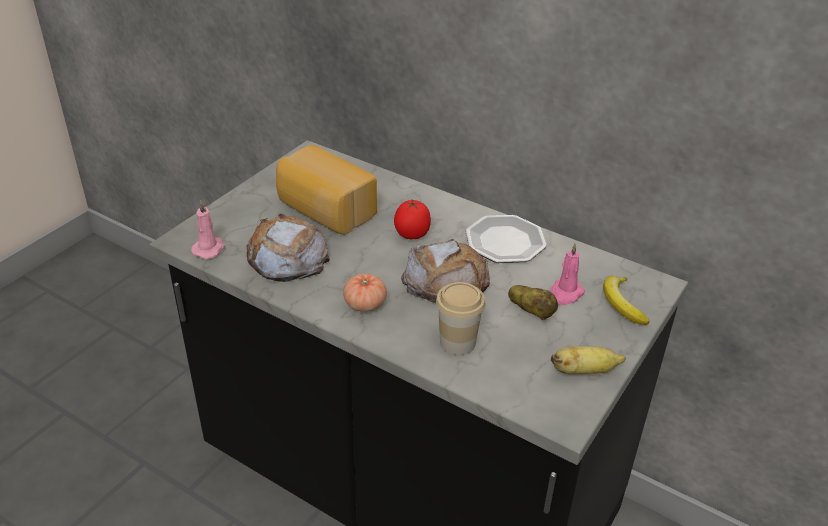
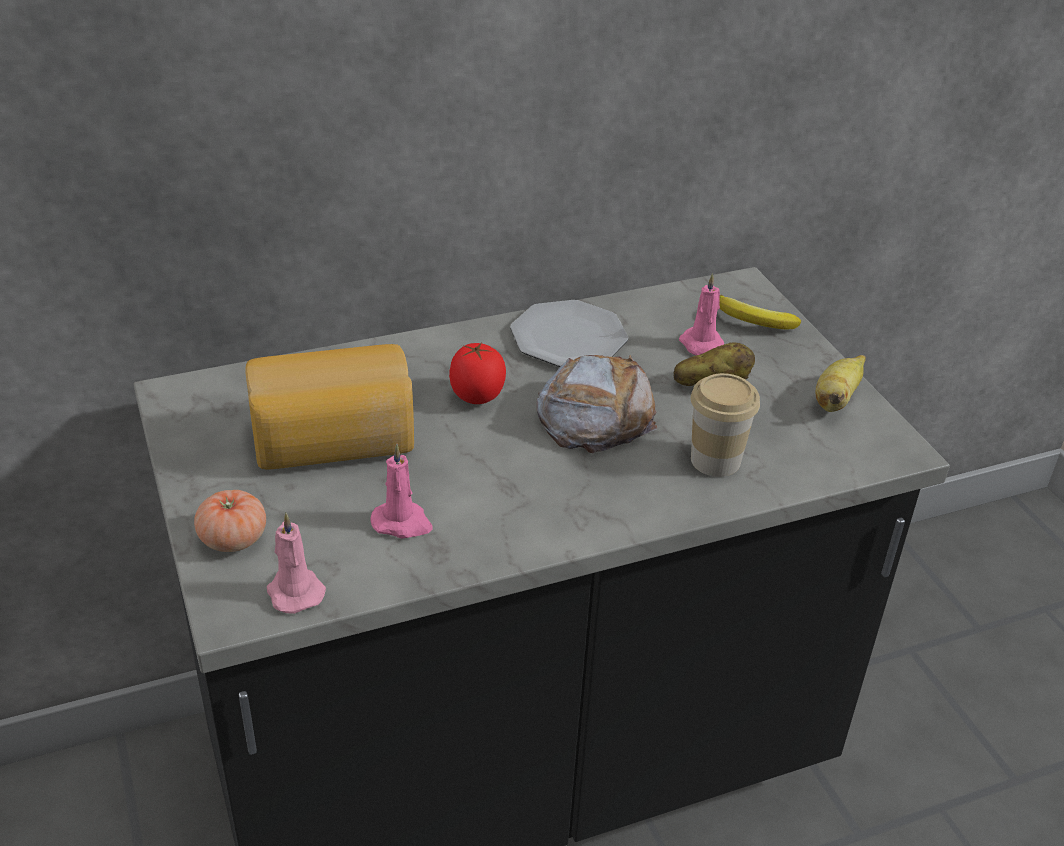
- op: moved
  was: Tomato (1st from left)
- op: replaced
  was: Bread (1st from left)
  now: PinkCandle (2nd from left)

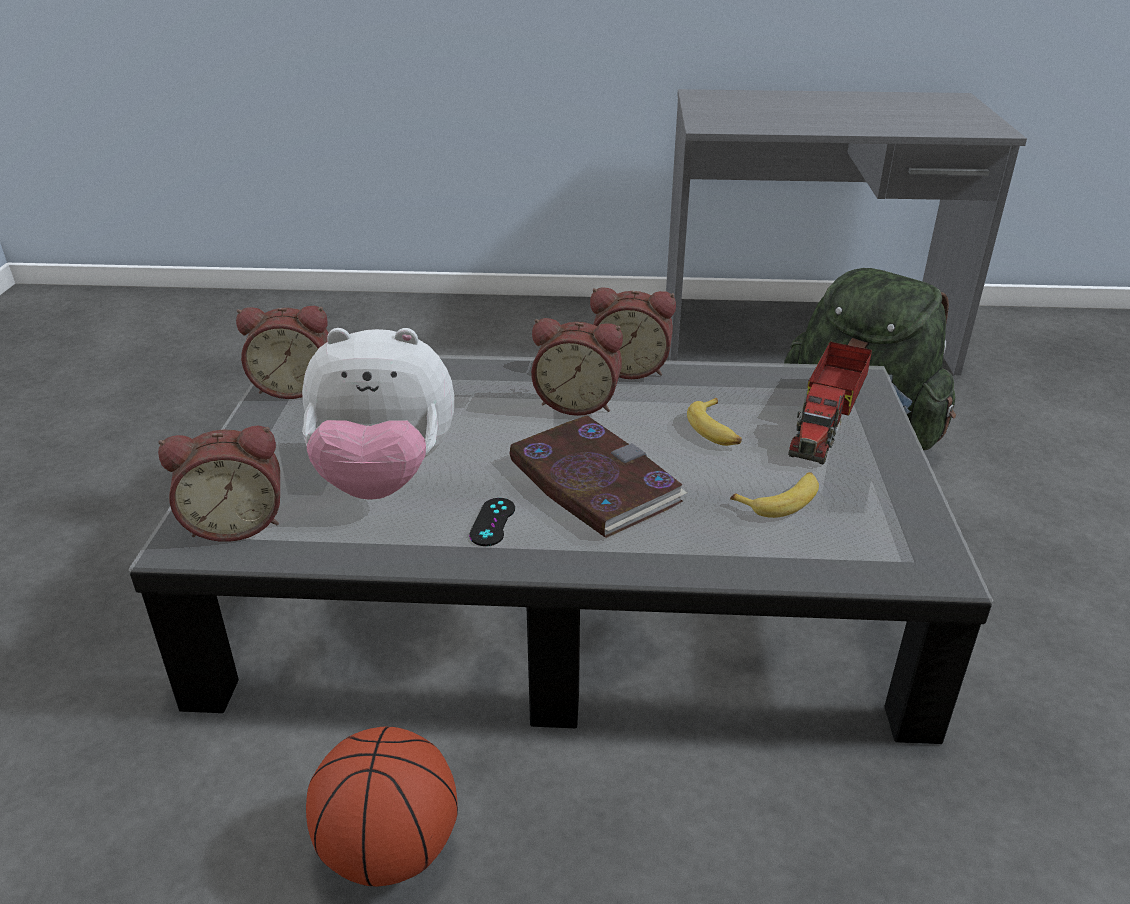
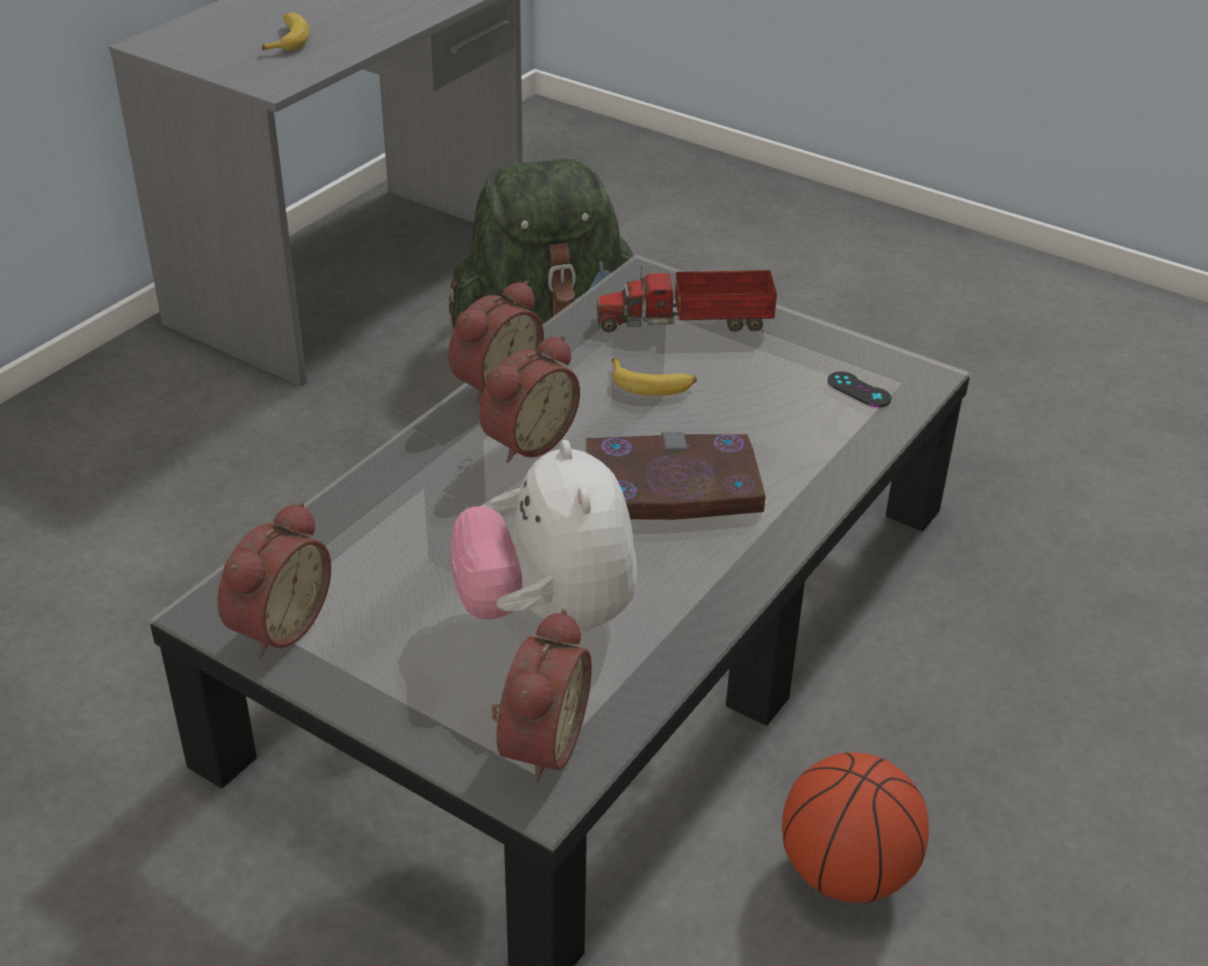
- op: moved
  was: BlackGameController
- op: moved
  was: Banana (2nd from left in the first image)
  now: Banana (1st from left)
- op: turned
  was: PlushToy
  clockwise: 135
- op: turned
  was: ToyTruck
  clockwise: 120

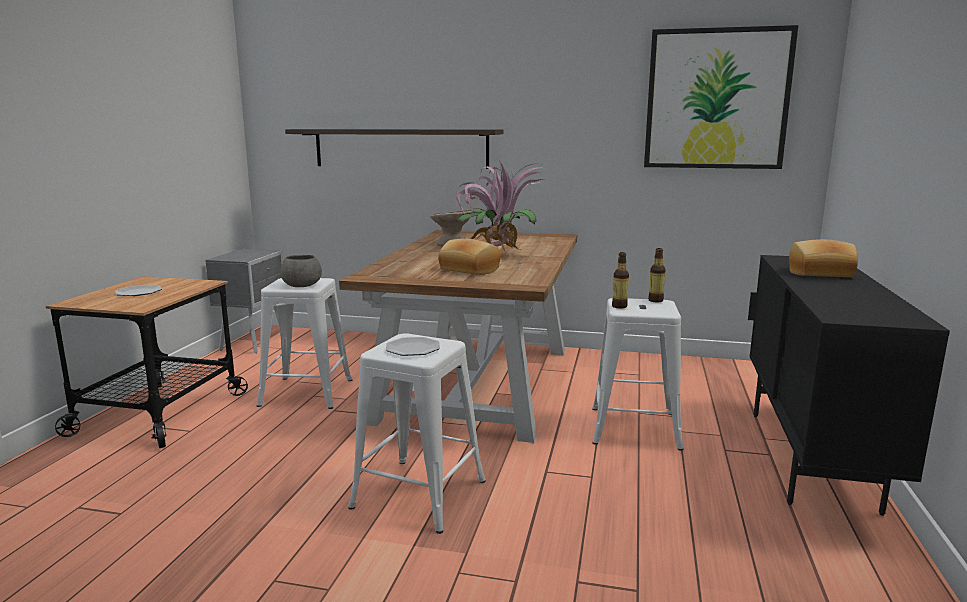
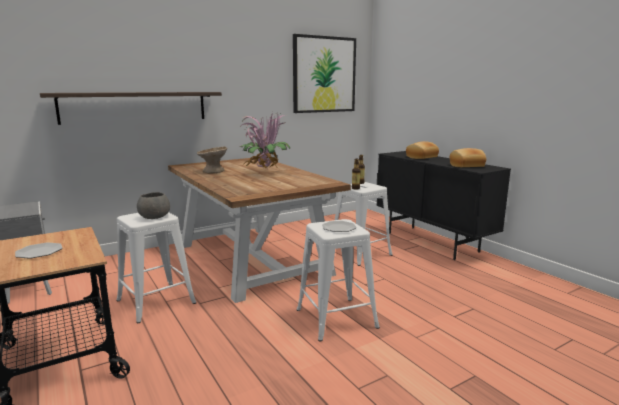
- op: moved
  was: Bread (1st from left in the first image)
  now: Bread (2nd from left)

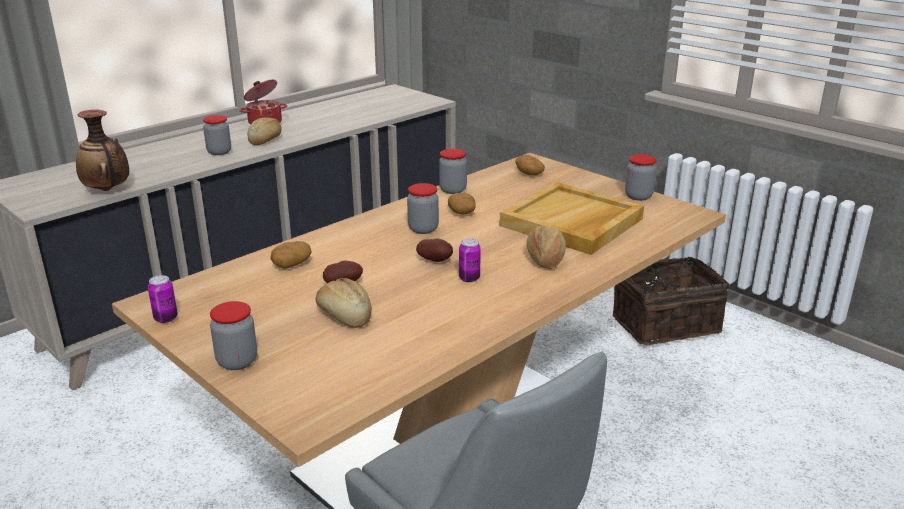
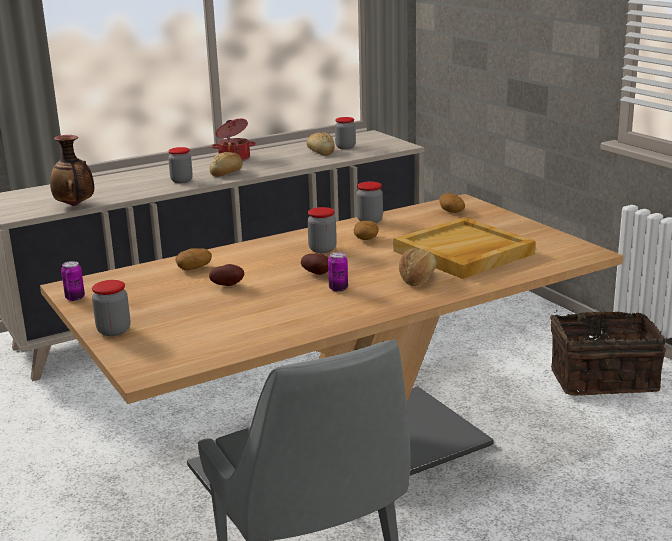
- op: moved
  was: Bread (2nd from left)
- op: moved
  was: Jar (5th from left in the first image)
  now: Jar (4th from left)

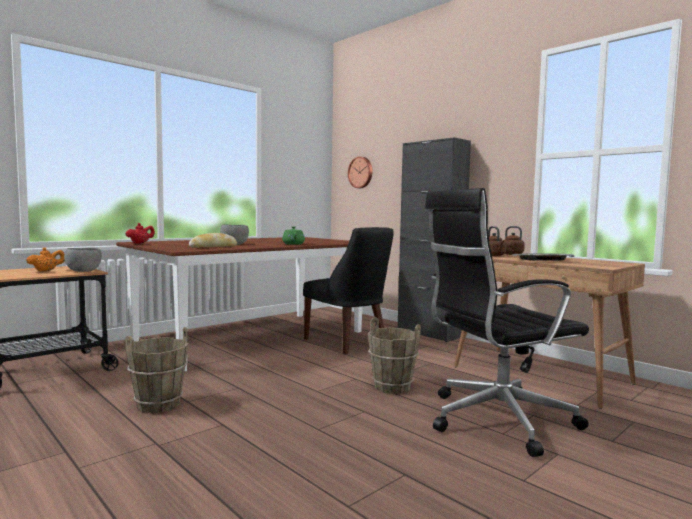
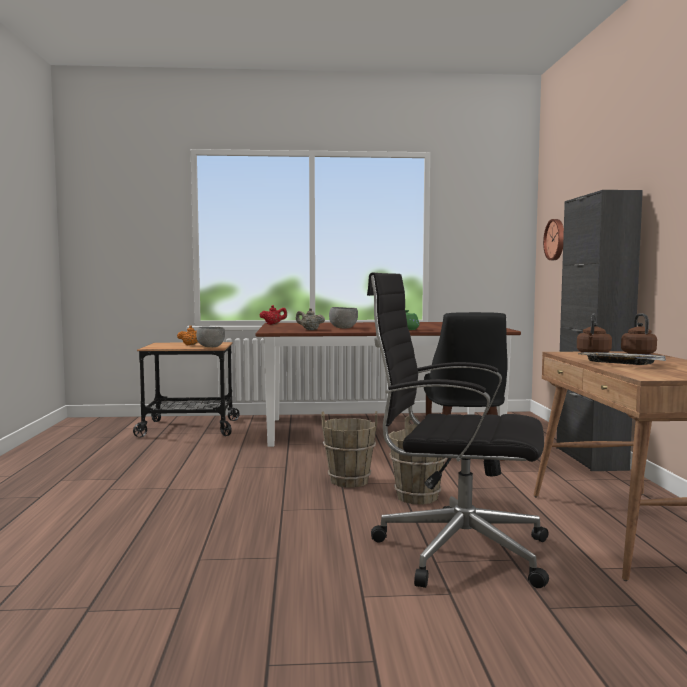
- op: moved
  was: BrownBucket (1st from left)
- op: replaced
  was: Bread
  now: BeigeTeapot

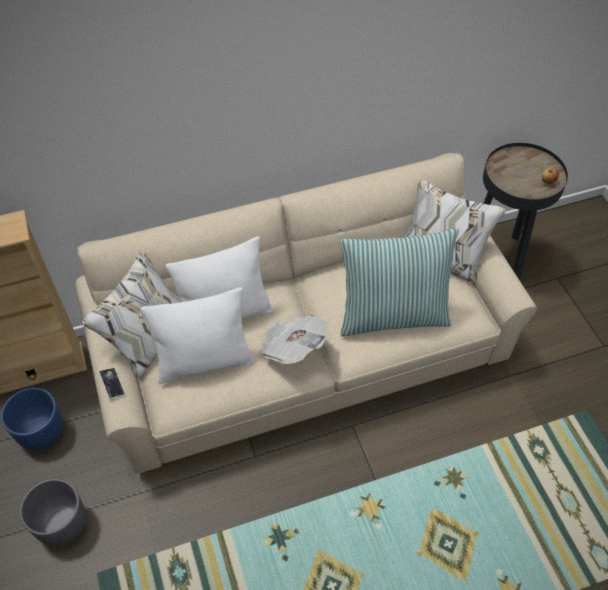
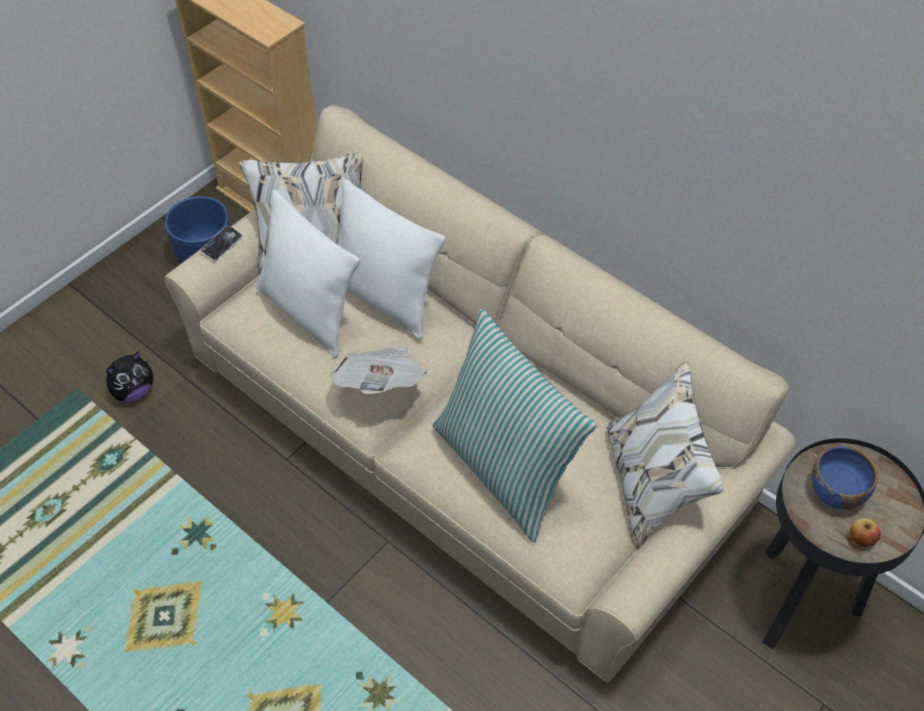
- op: removed
  was: GreyPlanter
- op: added
  now: PlushToy
- op: added
  now: BlueBowl

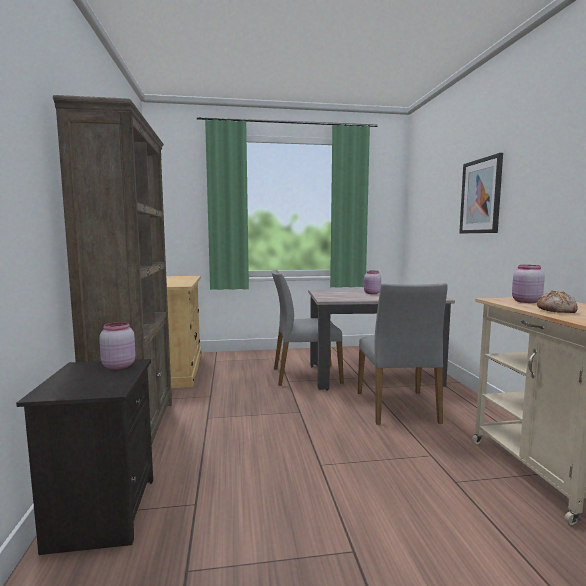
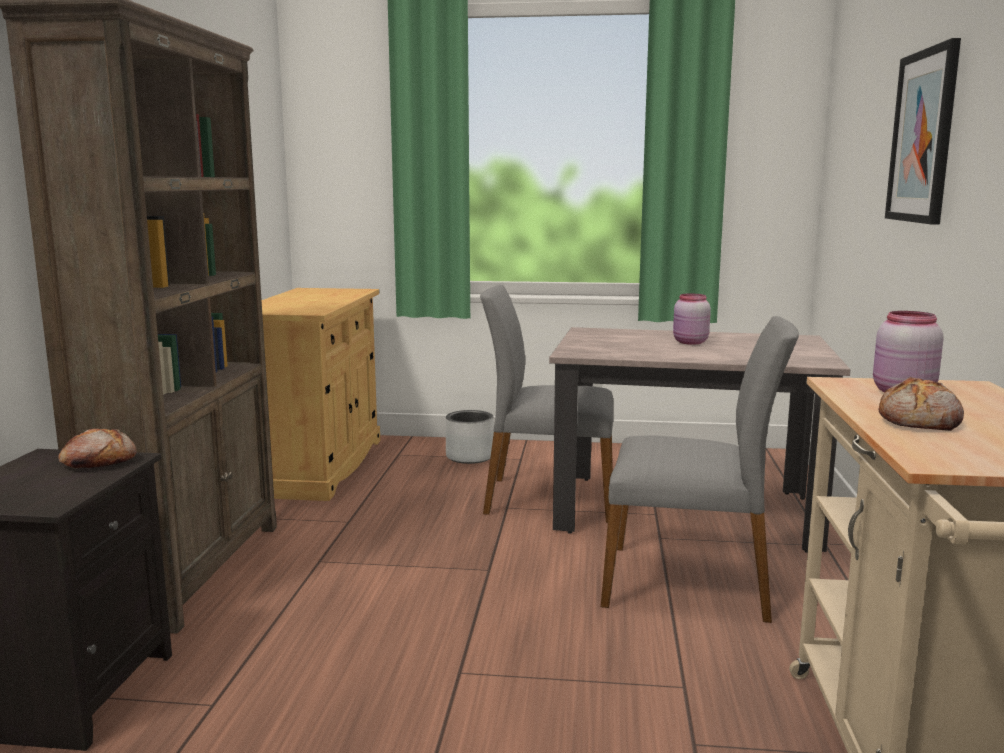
- op: added
  now: GreyPlanter
- op: replaced
  was: PinkJar (1st from left)
  now: Bread (1st from left)
- op: turned
  was: GreyChair (2nd from left)
  clockwise: -90

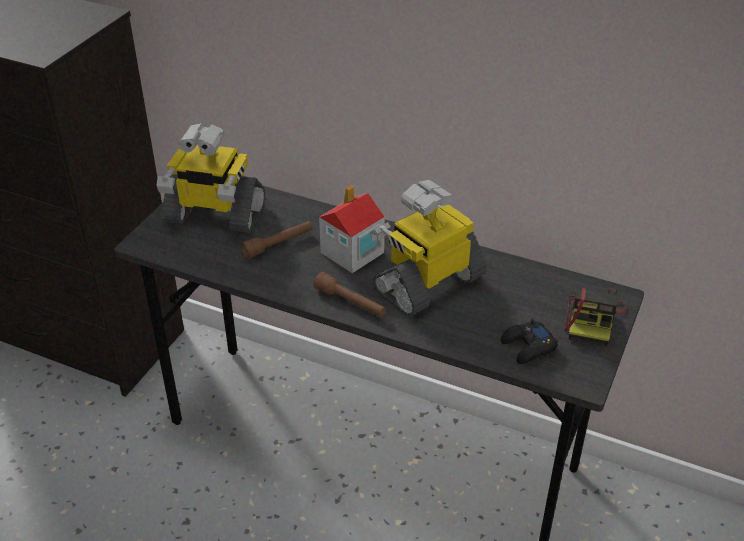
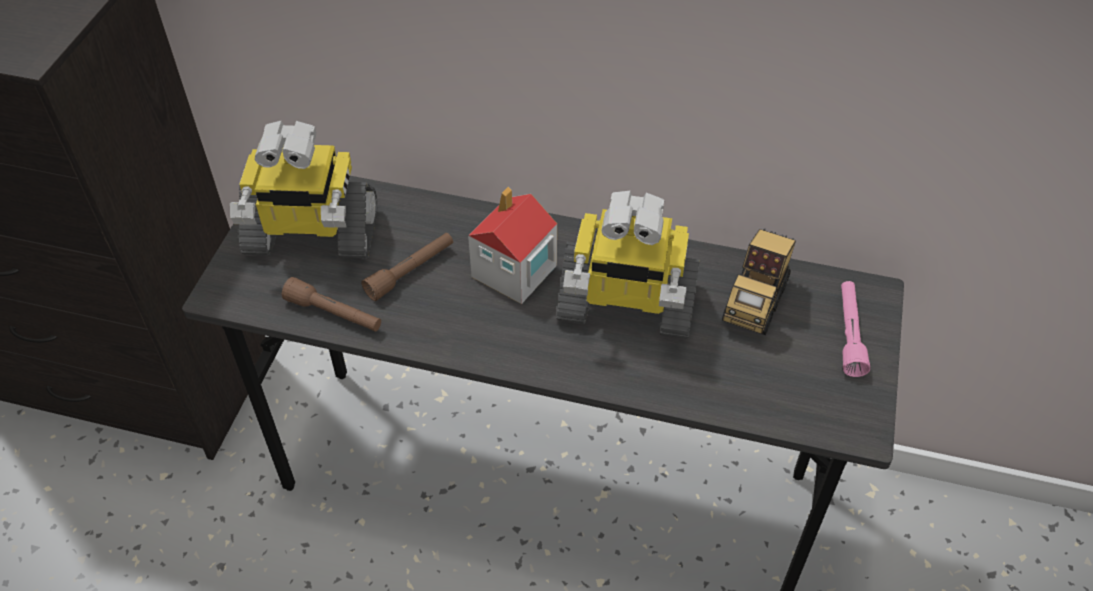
- op: removed
  was: BlackGameController
- op: added
  now: ToyTruck
- op: moved
  was: BrownFlashlight (2nd from left in the first image)
  now: BrownFlashlight (1st from left)
- op: replaced
  was: PhotoCamera
  now: PinkFlashlight
- op: turned
  was: ToyRobot (2nd from left)
  clockwise: -120

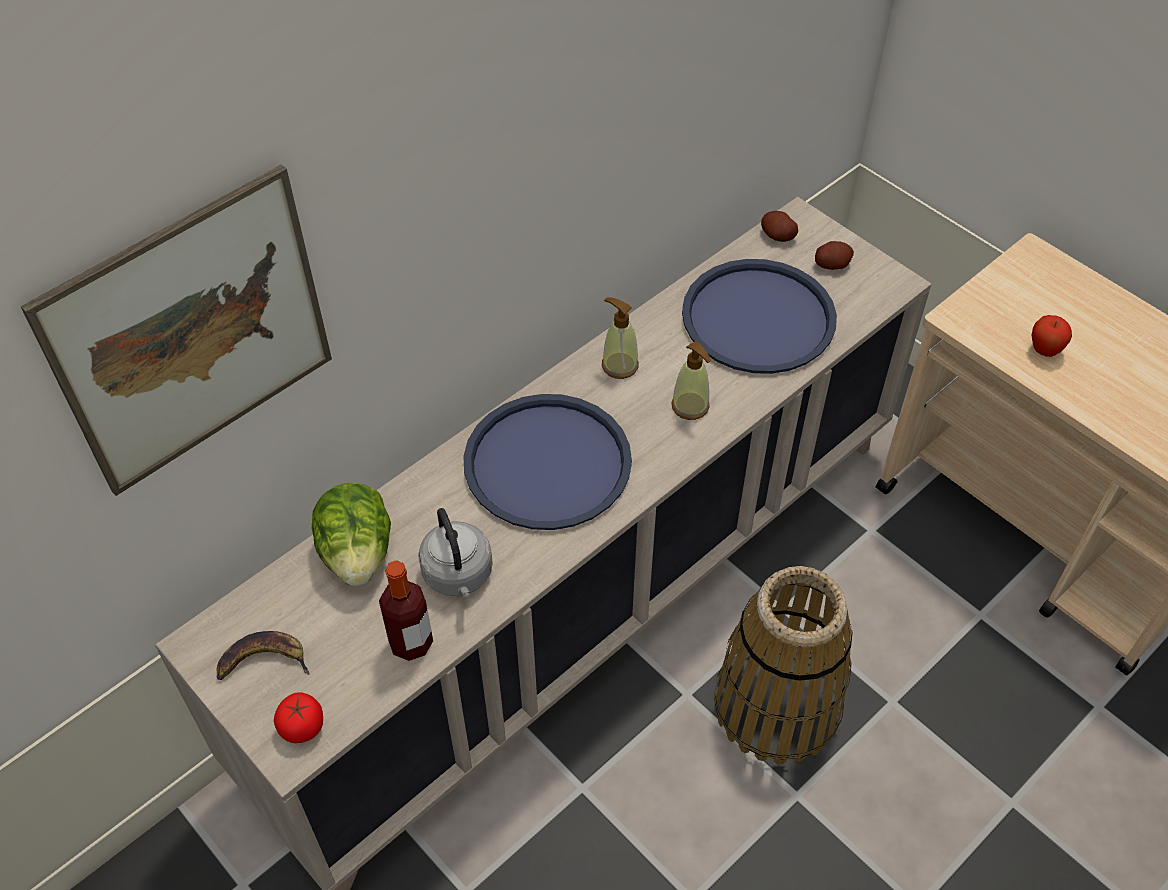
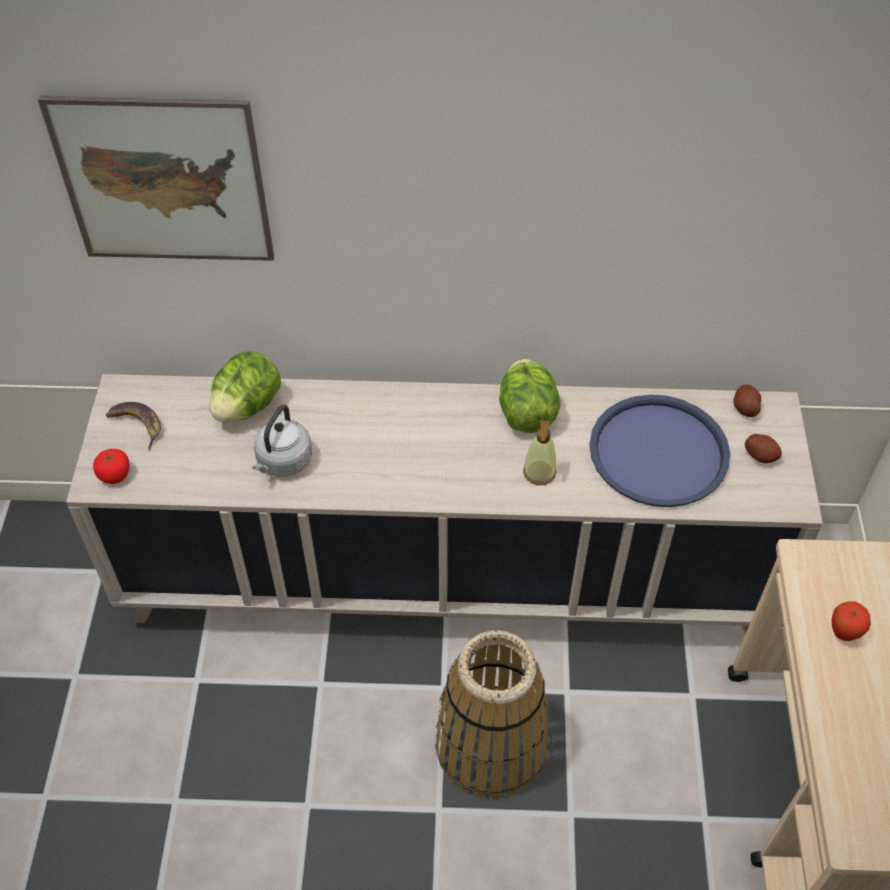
- op: removed
  was: Bottle
- op: removed
  was: BlueTray (1st from left)
- op: replaced
  was: SoapDispenser (1st from left)
  now: Lettuce (2nd from left)

